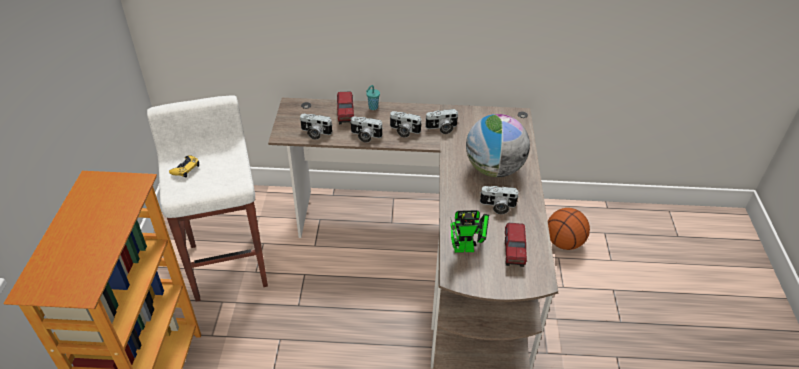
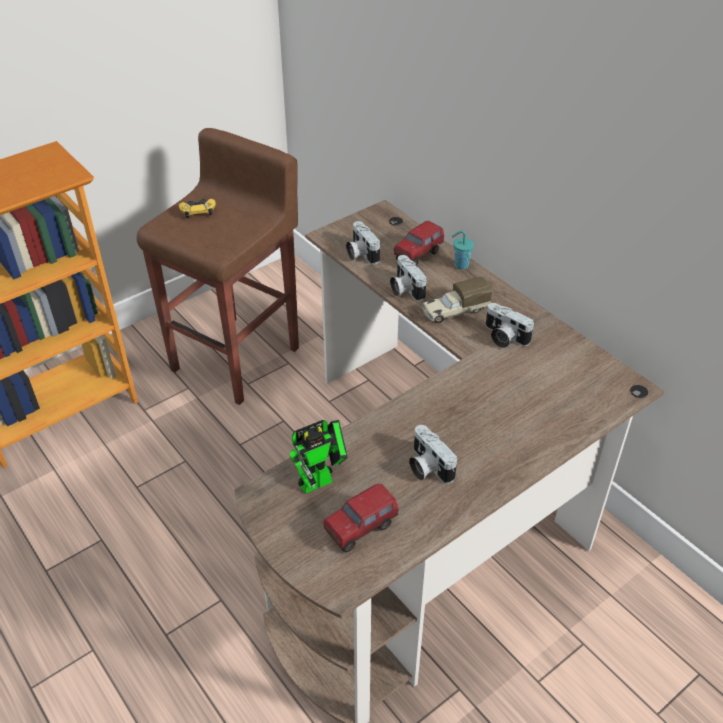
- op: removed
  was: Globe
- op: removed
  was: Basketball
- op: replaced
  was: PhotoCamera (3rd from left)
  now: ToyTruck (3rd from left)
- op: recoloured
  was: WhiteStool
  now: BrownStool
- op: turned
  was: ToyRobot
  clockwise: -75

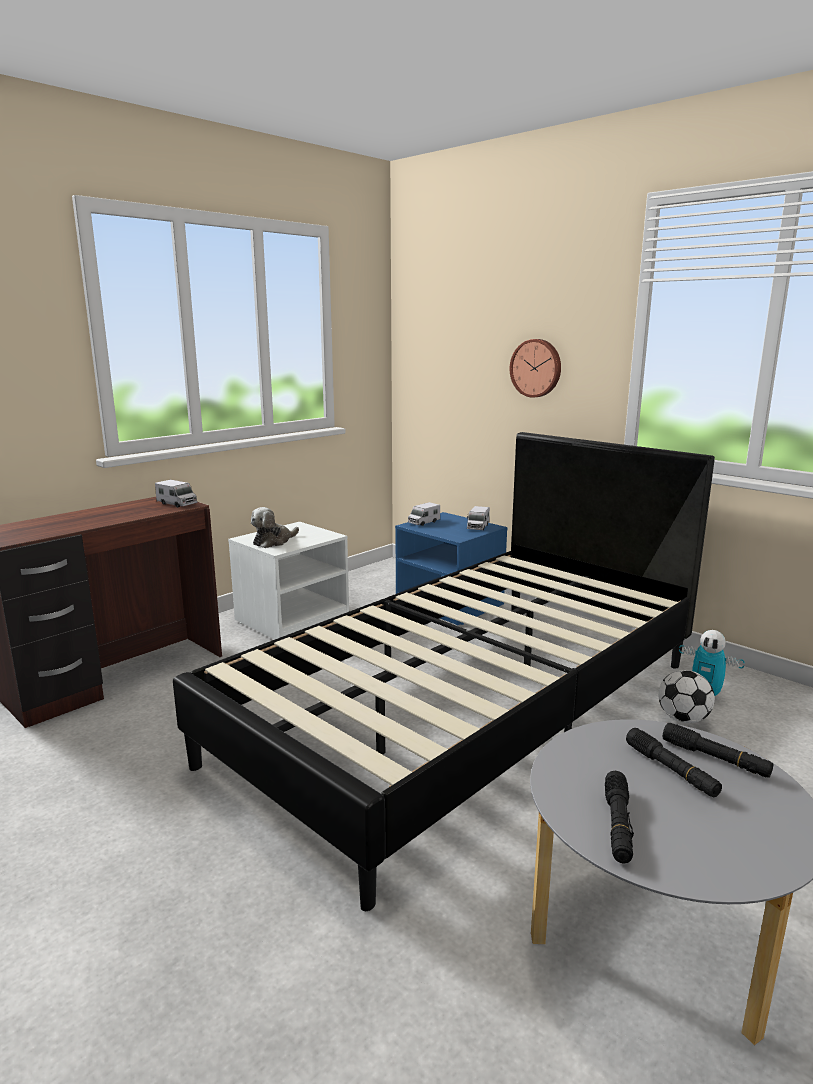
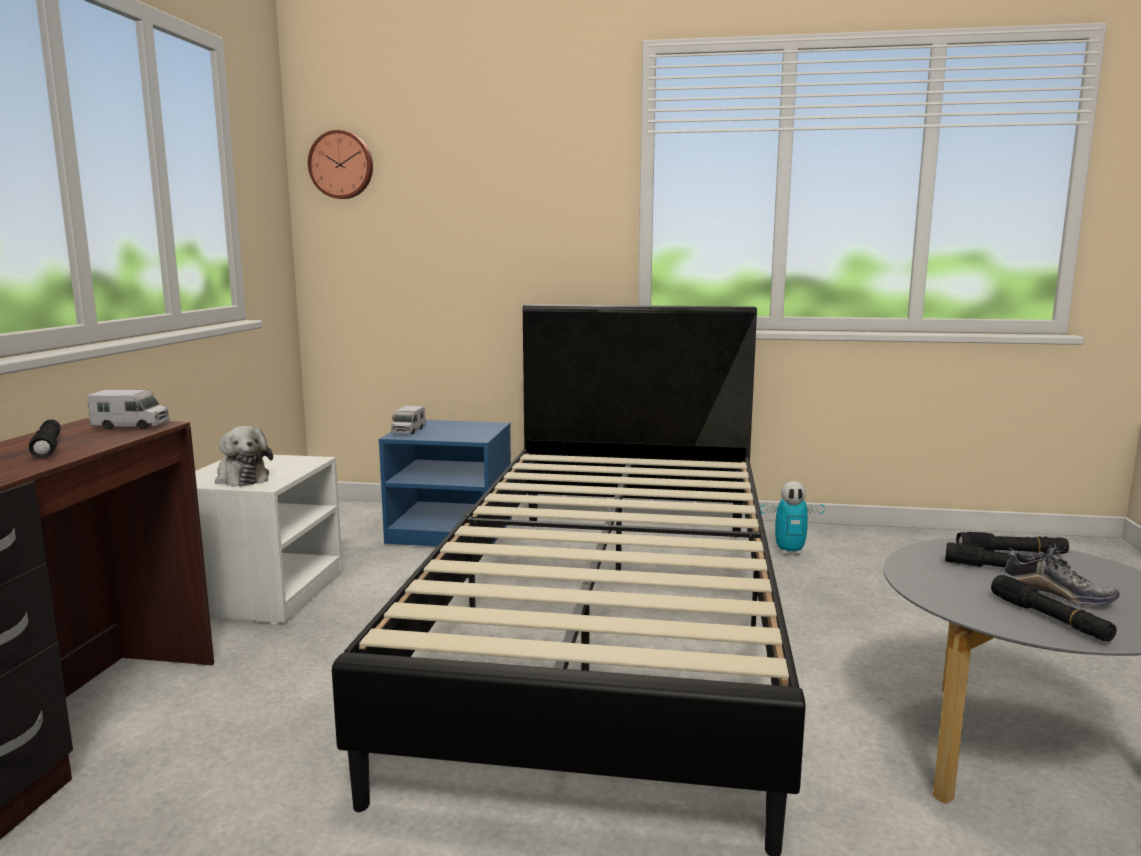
- op: removed
  was: ToyTruck (3rd from left)
- op: removed
  was: Football
- op: added
  now: BlackFlashlight (1st from left)
- op: added
  now: Shoe
- op: moved
  was: WallClock
- op: turned
  was: PlushToy
  clockwise: -45

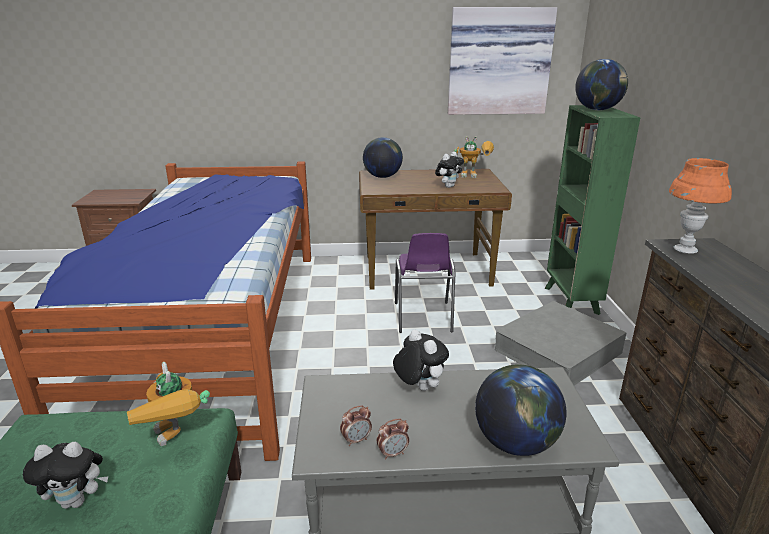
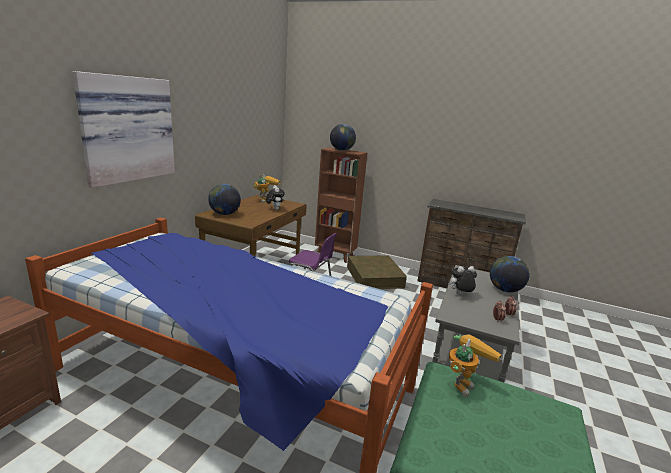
- op: removed
  was: PlushToy (1st from left)
- op: removed
  was: OrangeTableLamp
- op: moved
  was: Picture
- op: recoloured
  was: GreyStorageBox
  now: BrownStorageBox
- op: recoloured
  was: GreenBookcase
  now: BrownBookcase
- op: turned
  was: ToyRobot (1st from left in the first image)
  clockwise: -45

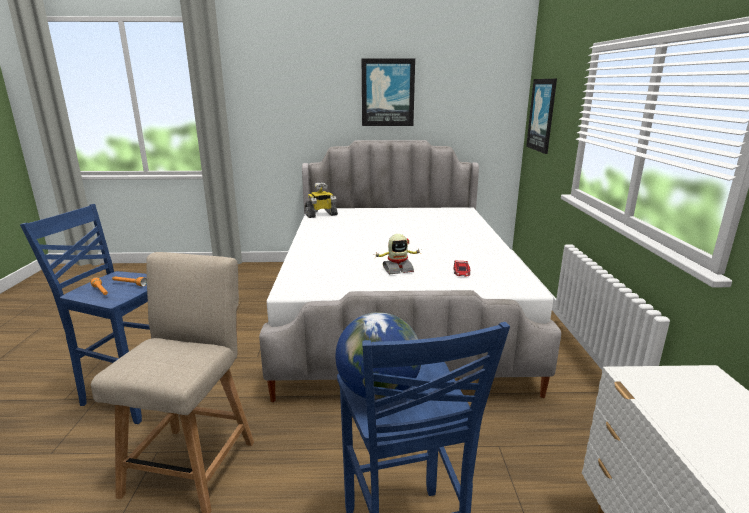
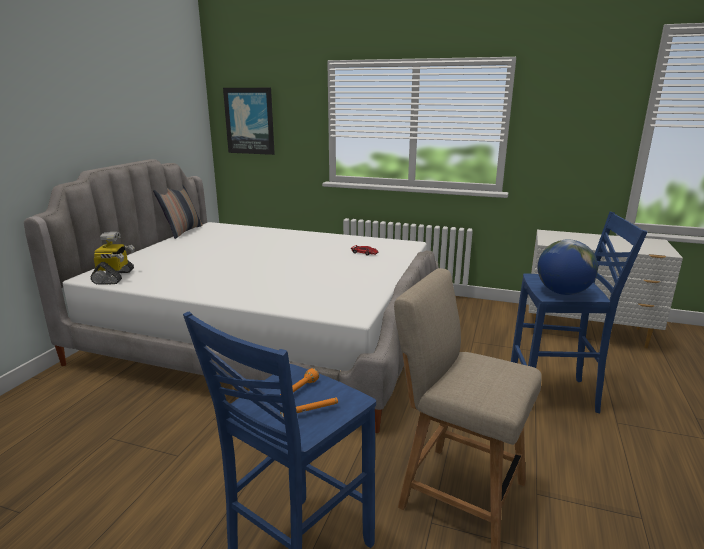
- op: removed
  was: Picture (1st from left)
- op: removed
  was: ToyRobot (2nd from left)
- op: added
  now: Pillow

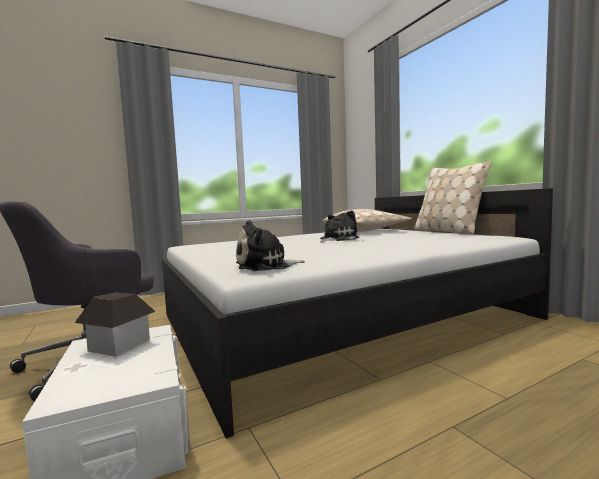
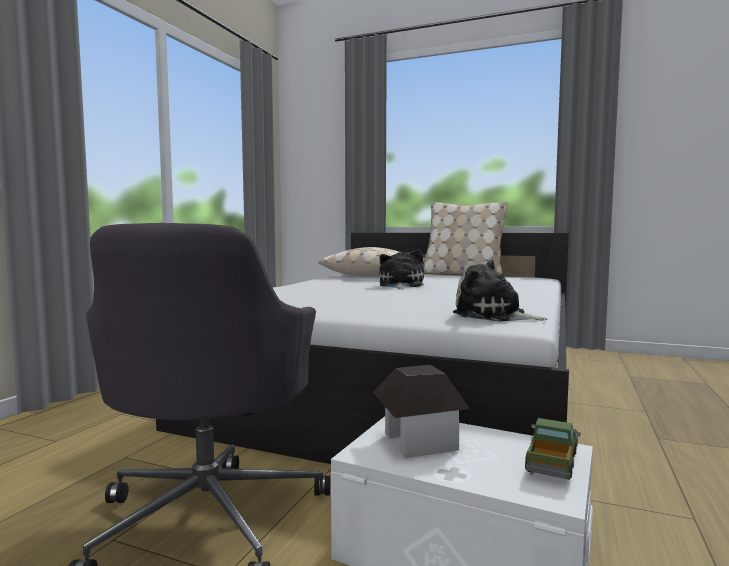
- op: added
  now: ToyTruck
- op: turned
  was: PlushToy (1st from left in the first image)
  clockwise: 90

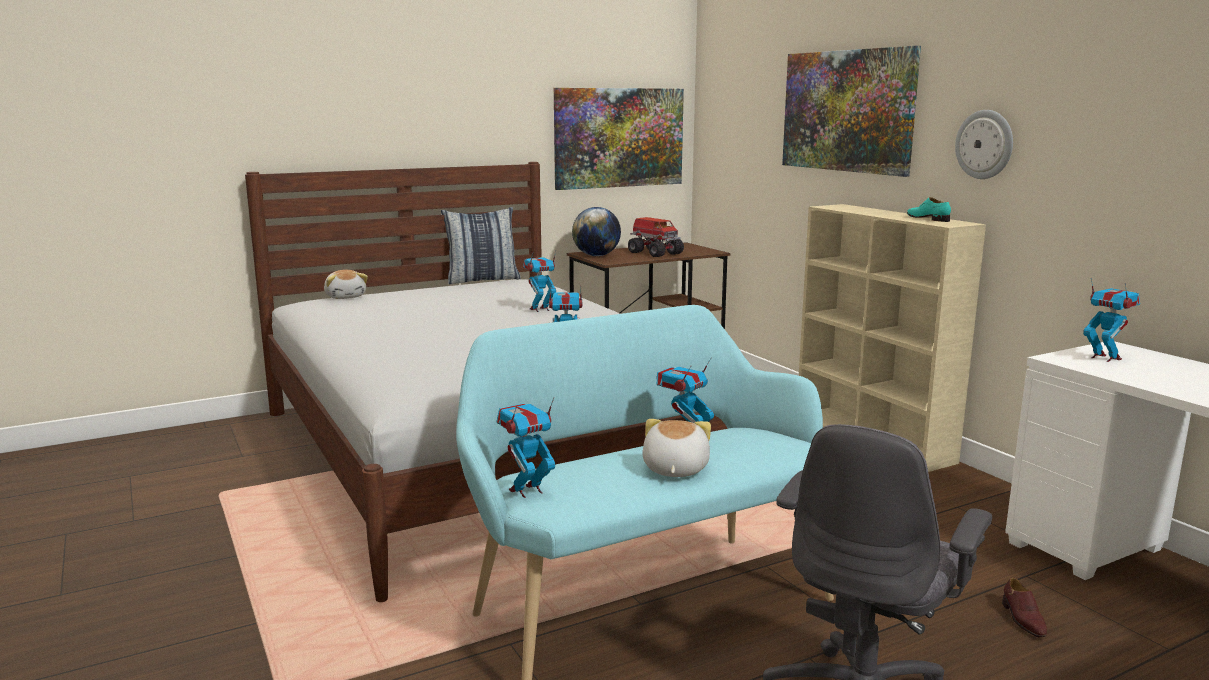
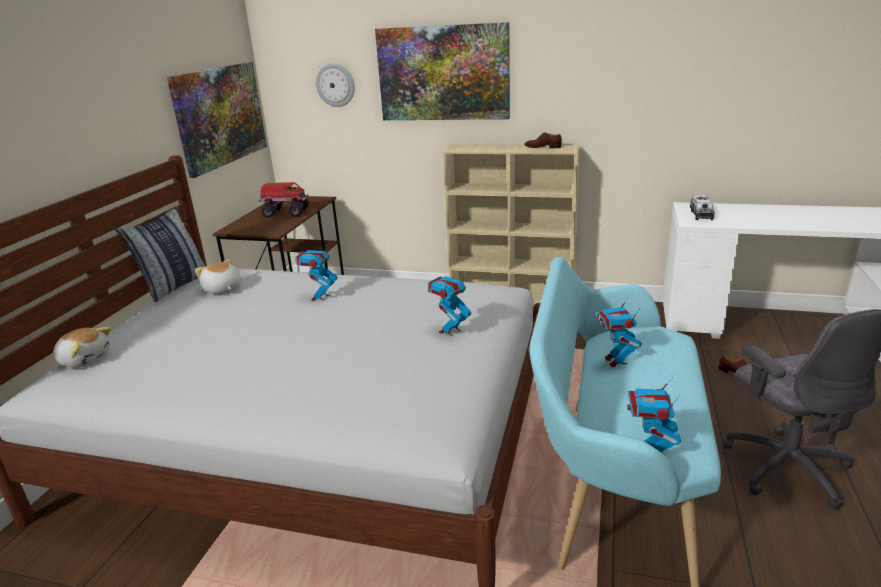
- op: removed
  was: Globe
- op: moved
  was: PlushToy (2nd from left)
- op: moved
  was: WallClock
- op: replaced
  was: ToyRobot (5th from left)
  now: ToyTruck (2nd from left)
- op: recoloured
  was: TurquoiseShoe
  now: BrownShoe (1st from left)

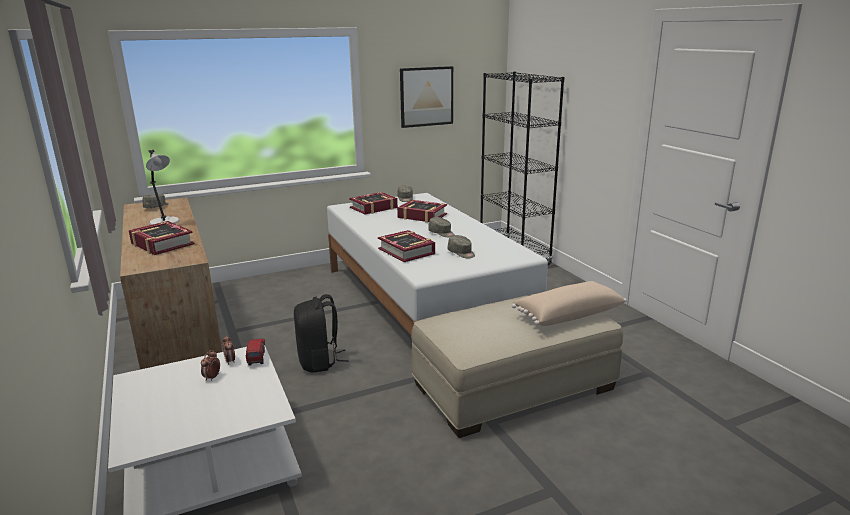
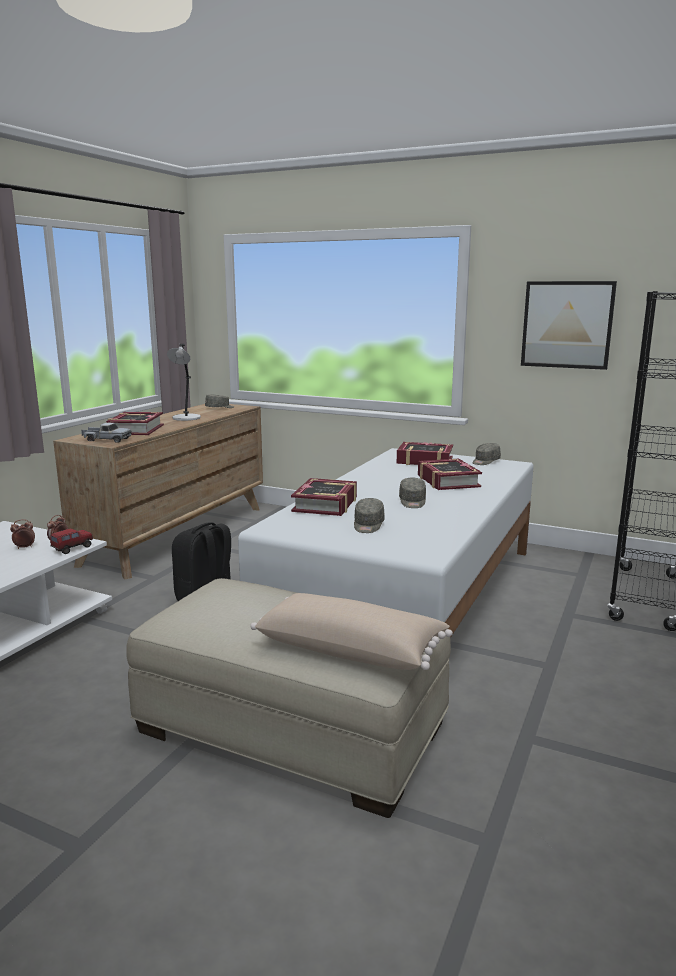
- op: added
  now: ToyTruck (2nd from left)

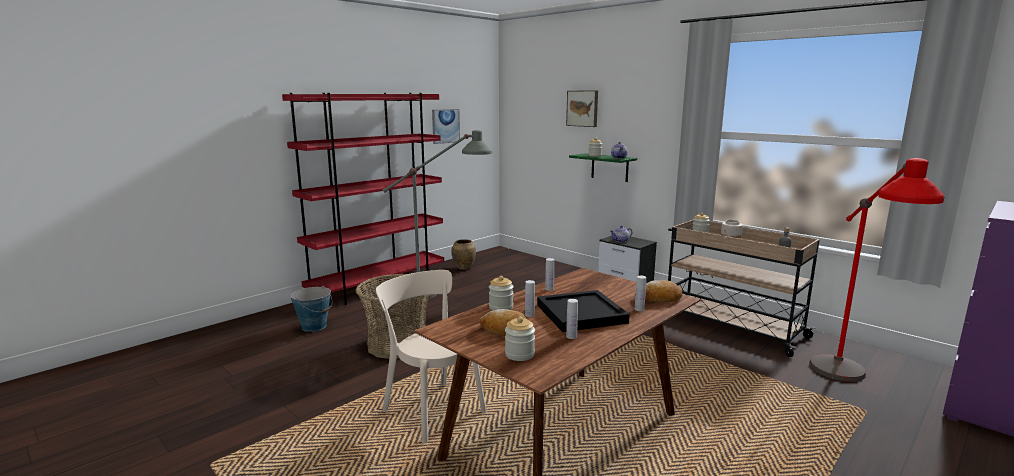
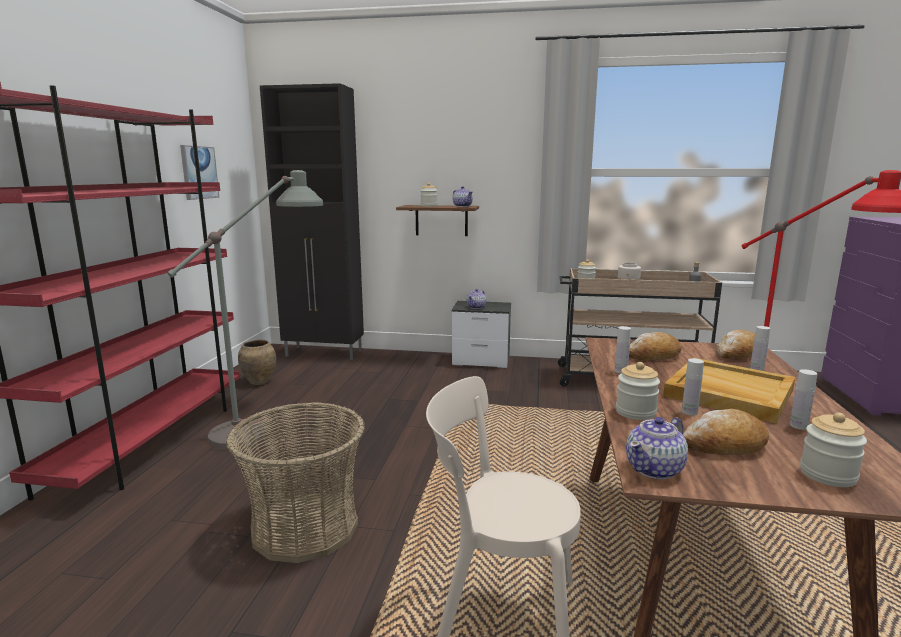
- op: removed
  was: Bucket
- op: removed
  was: Picture (2nd from left)
- op: added
  now: BlackCabinet
- op: added
  now: Teapot (3rd from left)
- op: added
  now: Bread (1st from left)
- op: recoloured
  was: BlackTray
  now: BeigeTray
- op: recoloured
  was: GreenShelf
  now: BrownShelf

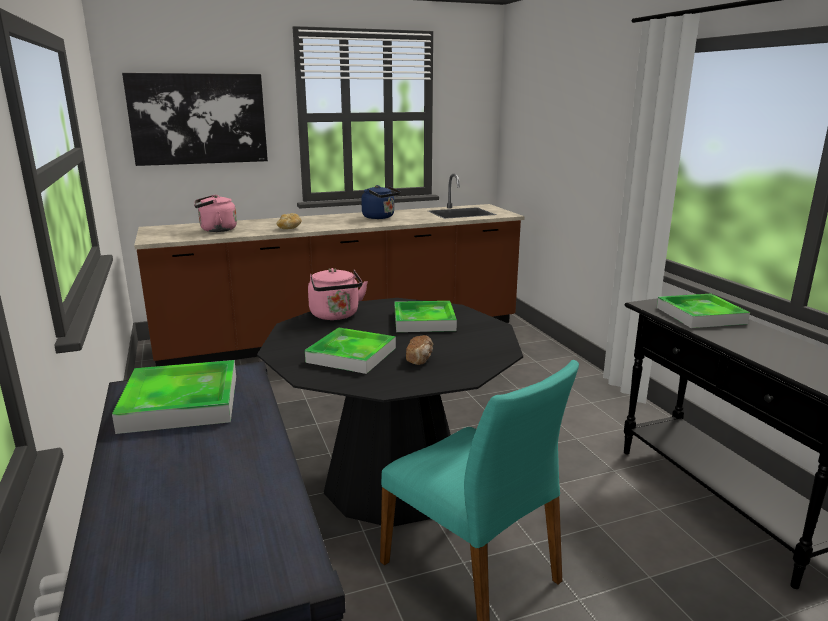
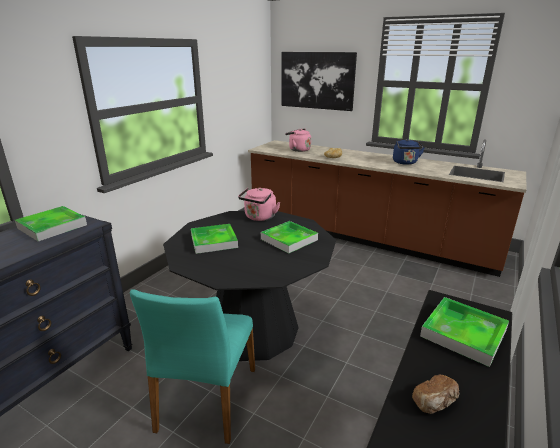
- op: moved
  was: Bread (2nd from left)

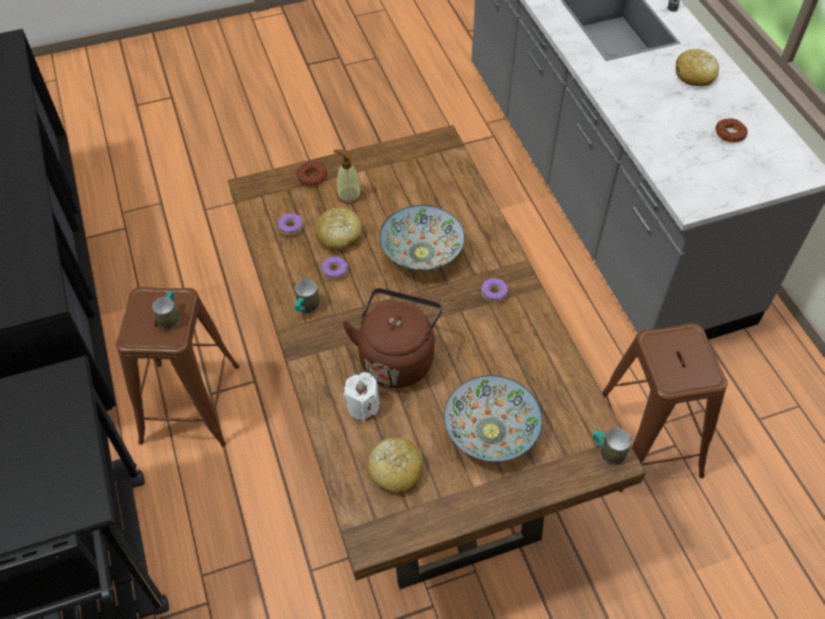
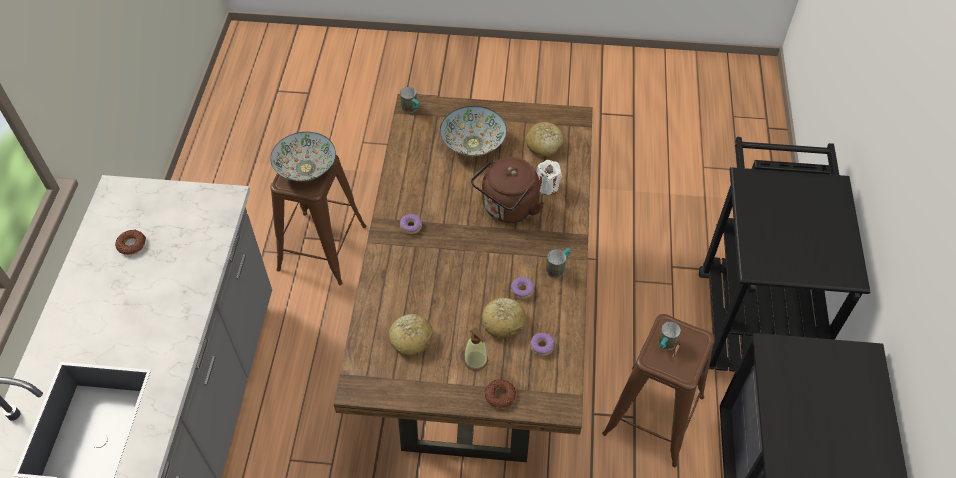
- op: moved
  was: Bowl (1st from left)
- op: moved
  was: Bread (3rd from left in the first image)
  now: Bread (1st from left)

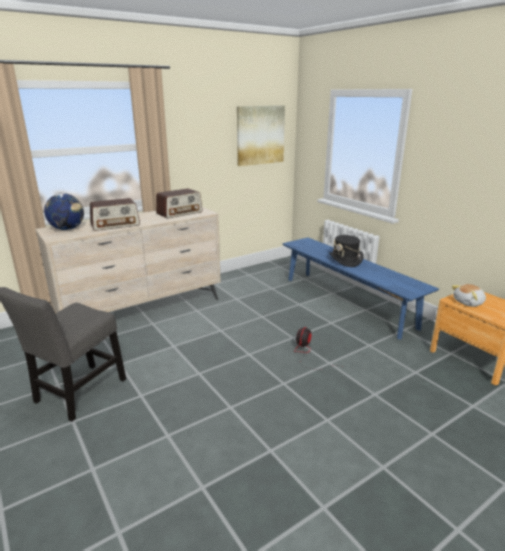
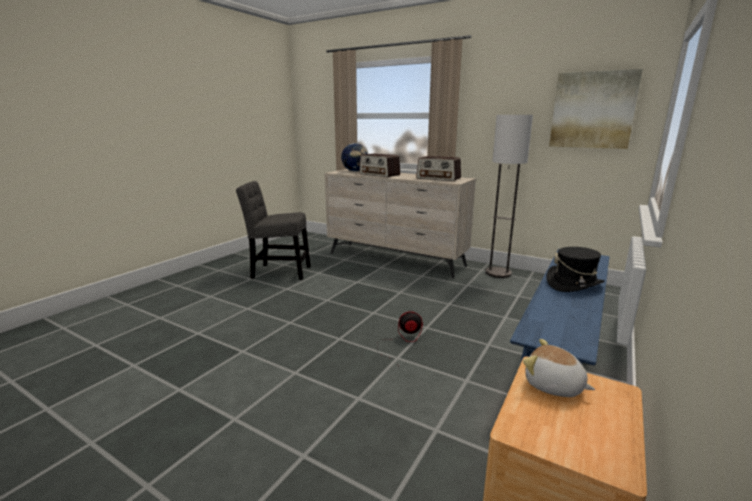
- op: added
  now: FloorLamp

